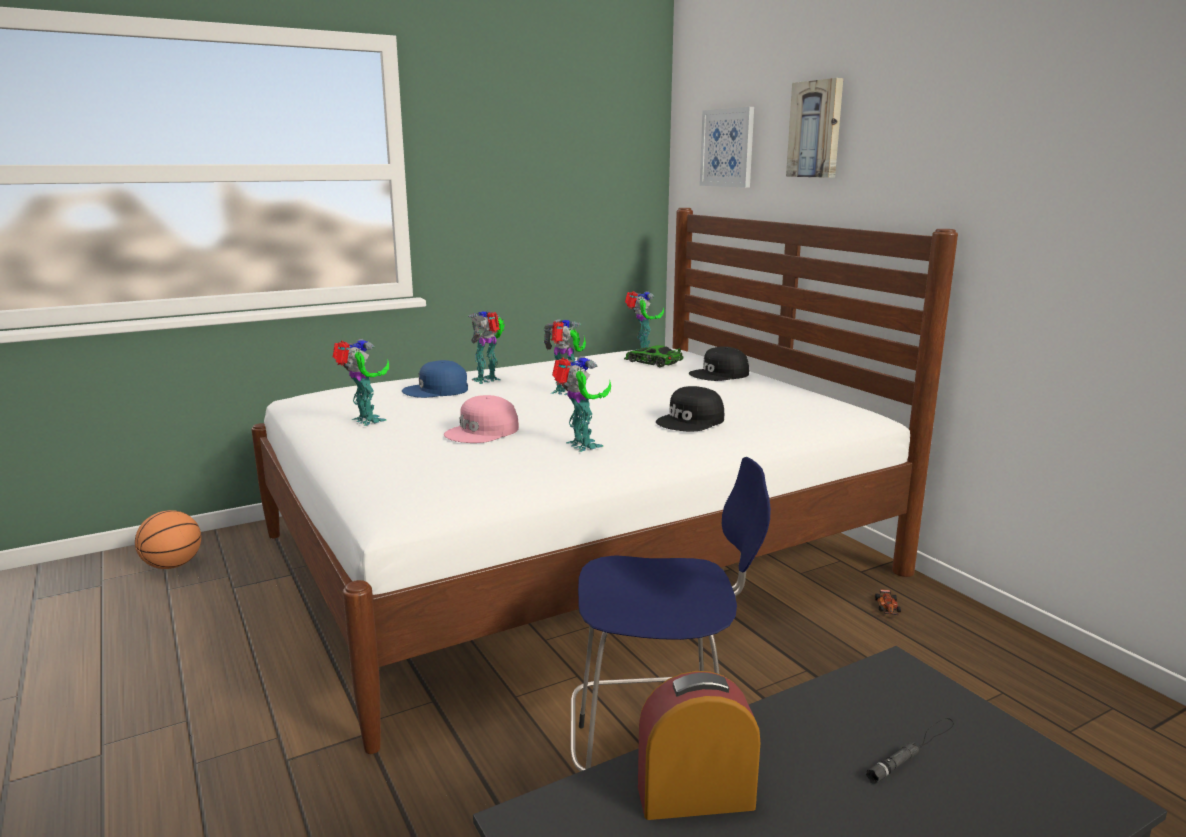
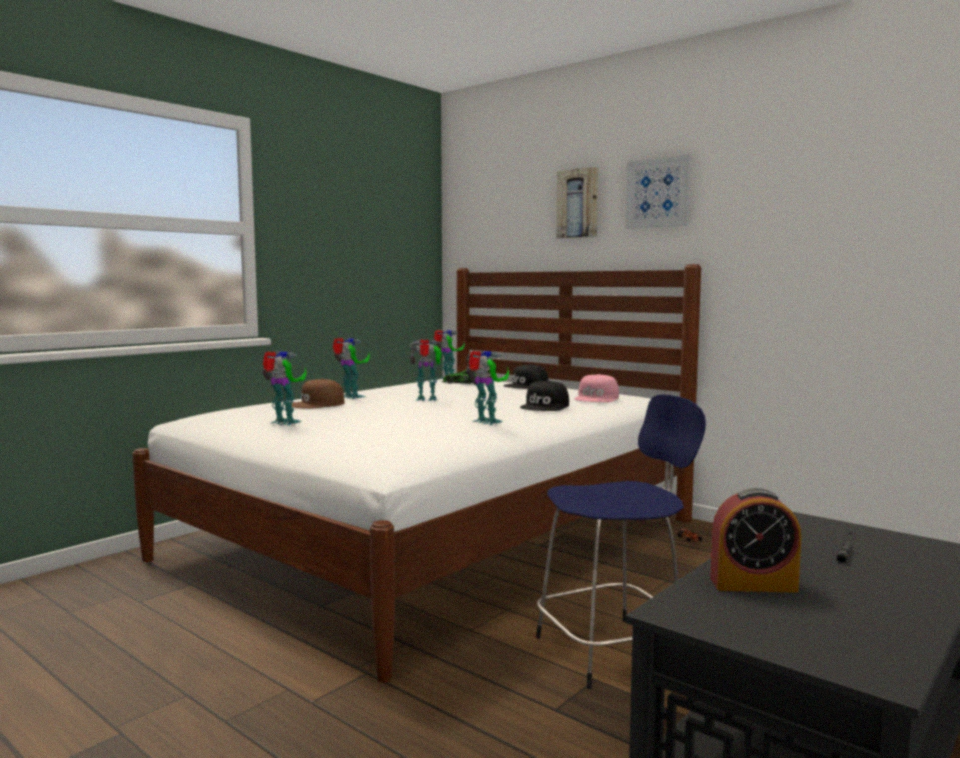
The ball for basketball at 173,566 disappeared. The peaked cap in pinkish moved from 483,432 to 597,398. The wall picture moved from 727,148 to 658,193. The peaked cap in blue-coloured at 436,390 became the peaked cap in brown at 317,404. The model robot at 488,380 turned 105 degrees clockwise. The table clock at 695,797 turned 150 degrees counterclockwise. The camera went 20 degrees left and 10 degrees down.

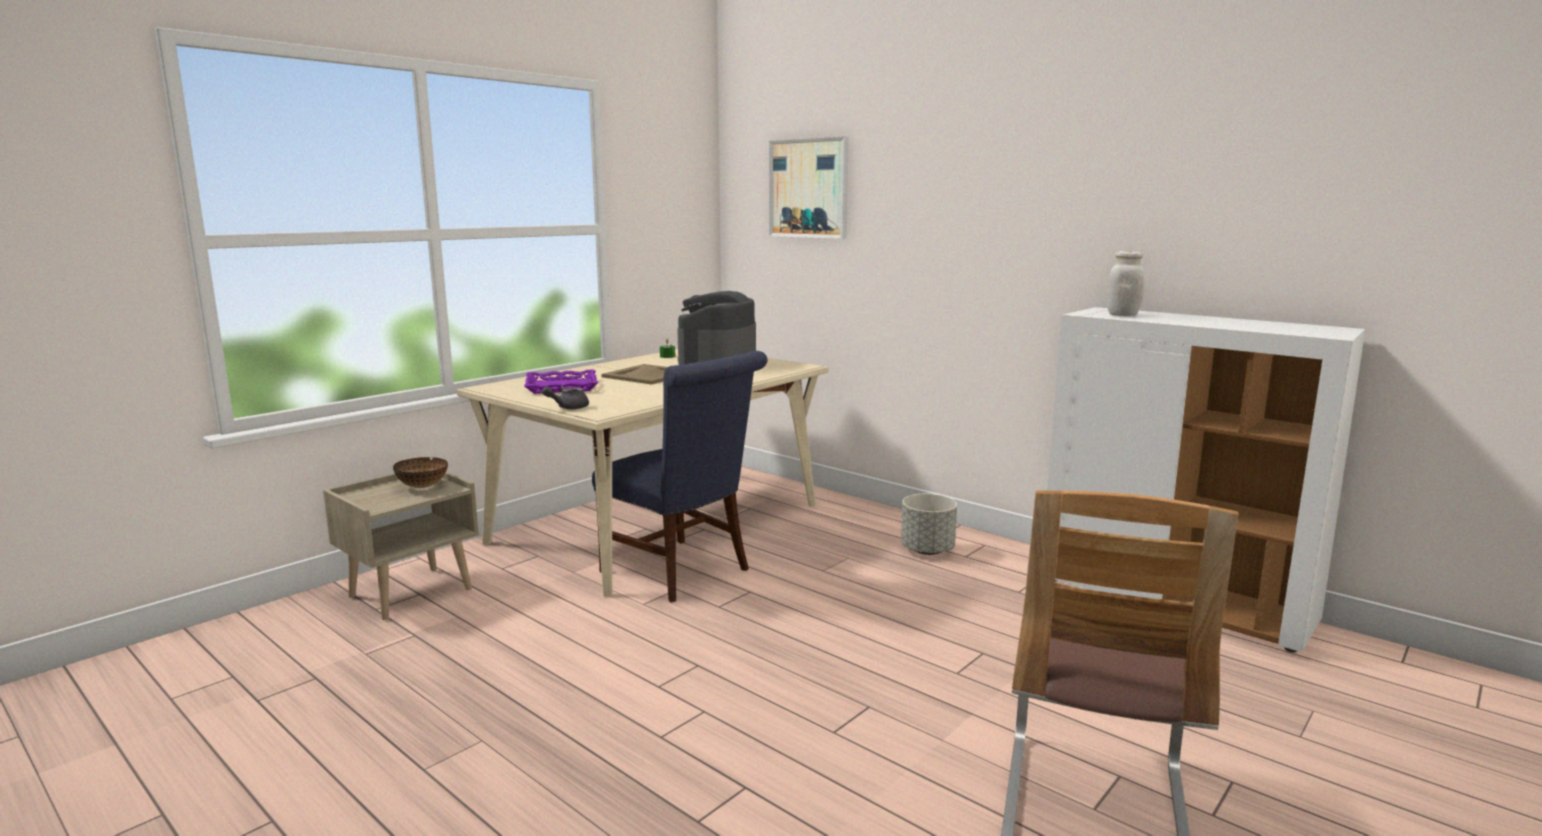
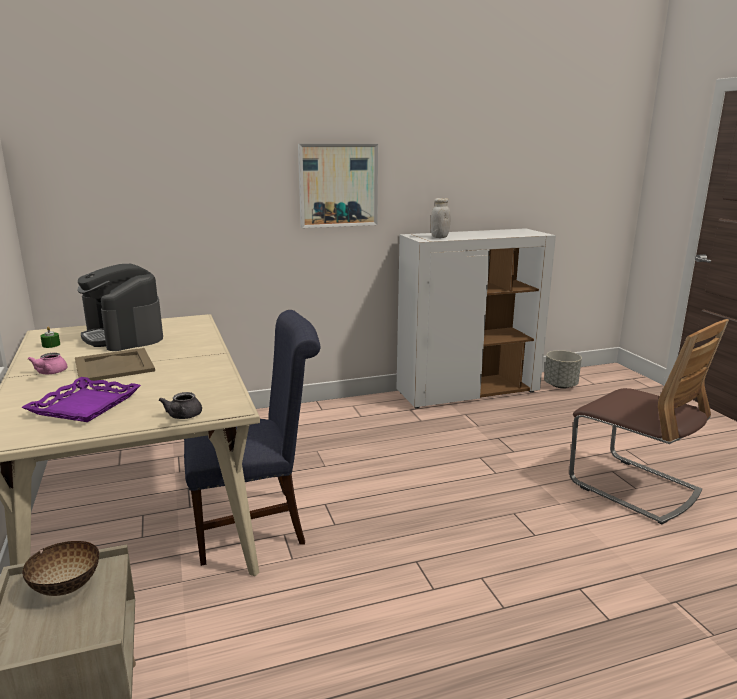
The teapot in pinkish at 49,373 appeared. The wall picture moved from 809,188 to 338,185. The planter in grey moved from 927,550 to 560,385. The camera went 60 degrees left and 5 degrees up.

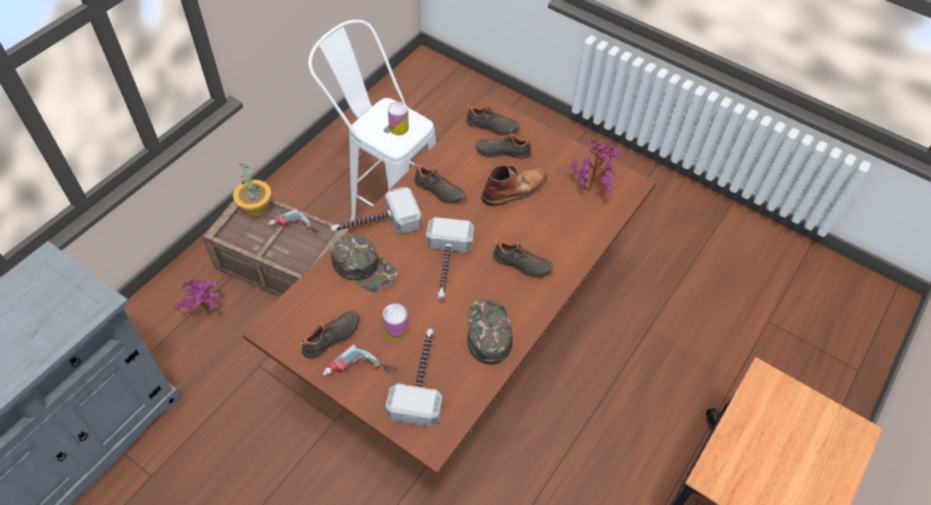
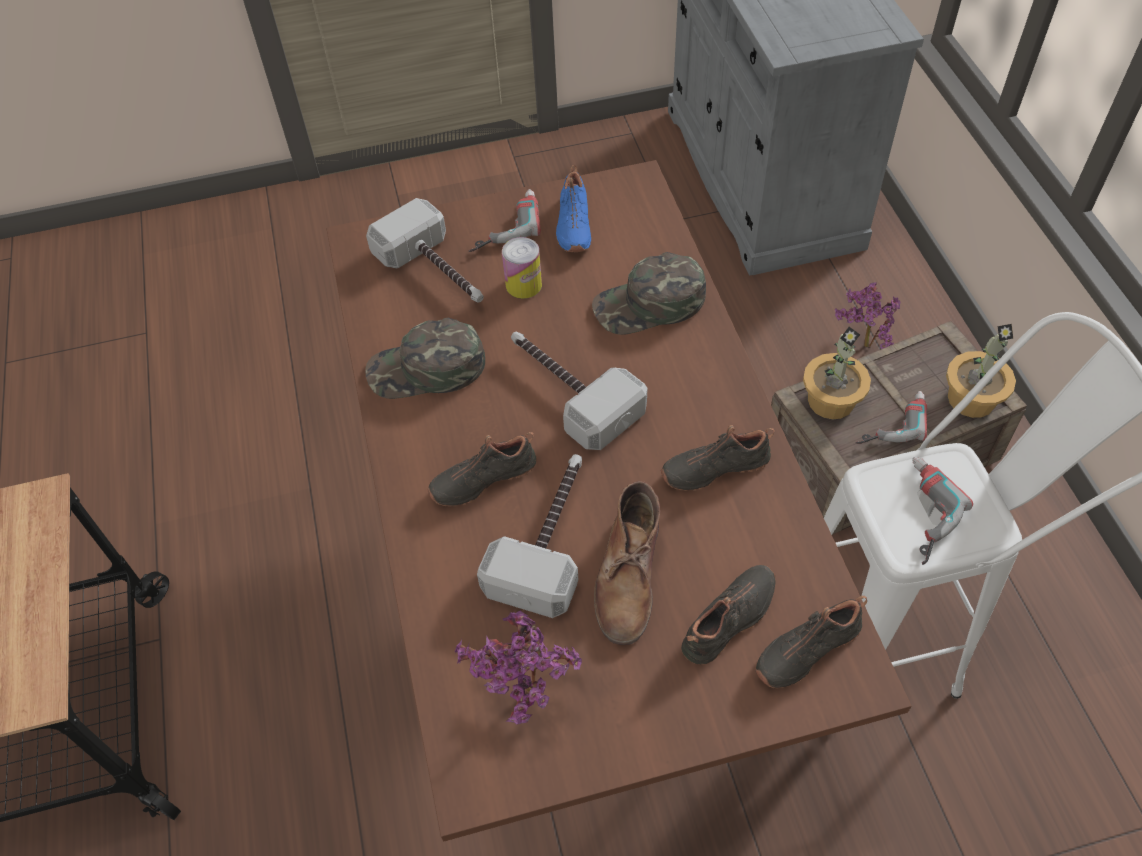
The plant in a pot at 831,400 appeared. The tool hammer moved from 375,224 to 550,537. The can at 398,127 was replaced by the electric drill at 918,512. The low shoe in black at 332,338 became the low shoe in blue-coloured at 572,226. The peaked cap in green-coloured at 488,332 turned 135 degrees clockwise. The camera went 135 degrees right and 0 degrees up.

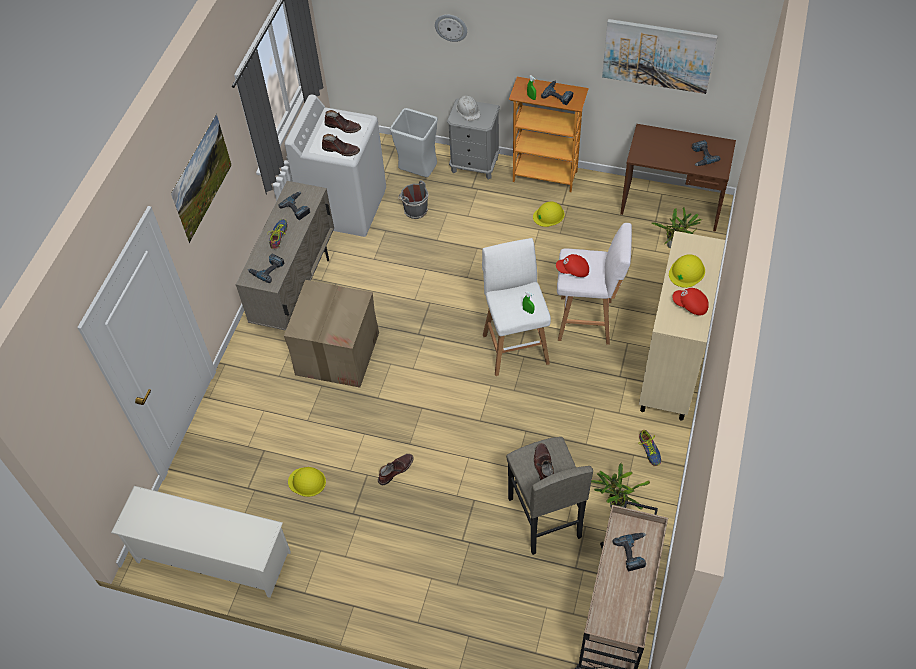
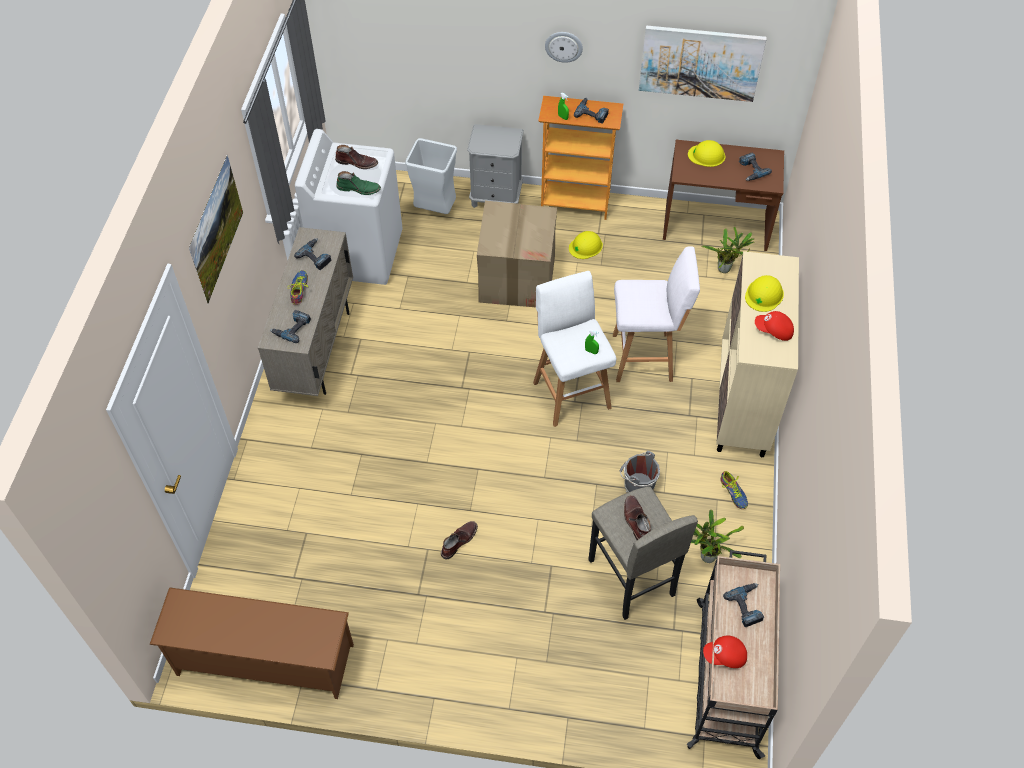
The work helmet in white-coloured at 468,110 disappeared. The cardboard box moved from 337,353 to 517,278. The work helmet in yellow-coloured moved from 307,481 to 706,155. The pail in grey moved from 414,210 to 637,485. The hanging clock moved from 451,27 to 564,46. The peaked cap in red moved from 573,271 to 725,656. The shoe stand in white-coloured at 212,557 became the shoe stand in brown at 264,660. The tall boot in brown at 341,150 became the tall boot in green-coloured at 359,188. The camera went 10 degrees left and 0 degrees up.

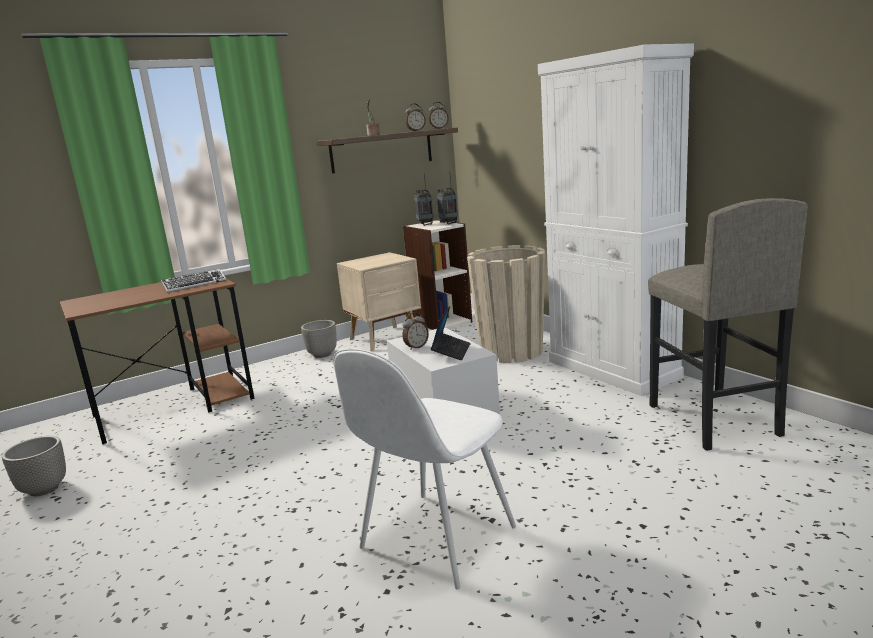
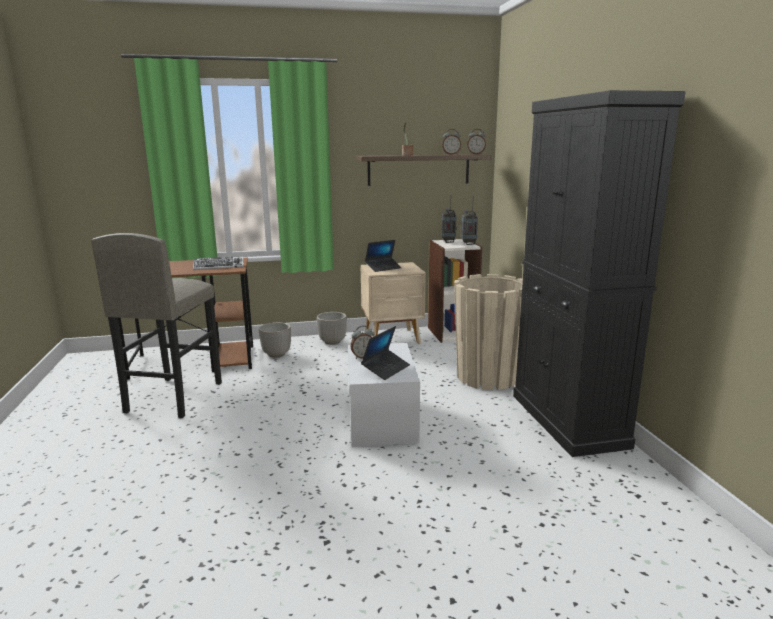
The plain chair in white-coloured at 435,540 disappeared. The laptop at 383,268 appeared. The planter moved from 44,489 to 276,354. The stool seat in grey moved from 712,420 to 173,397. The storage cabinet in white-coloured at 613,369 became the storage cabinet in black at 568,420. The camera went 20 degrees right and 0 degrees up.

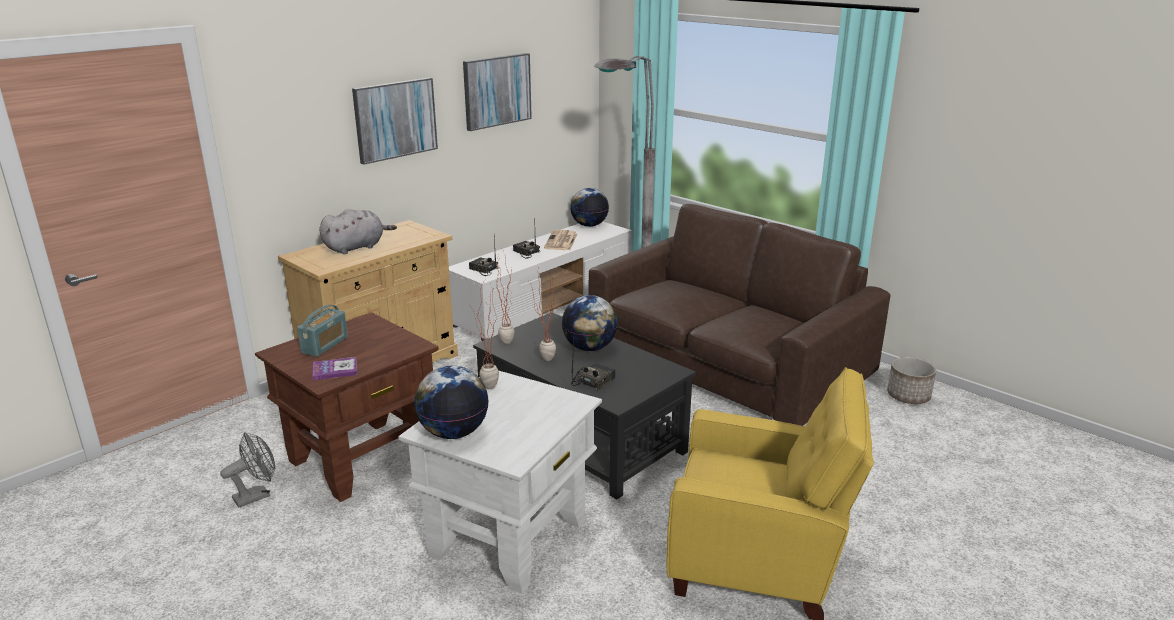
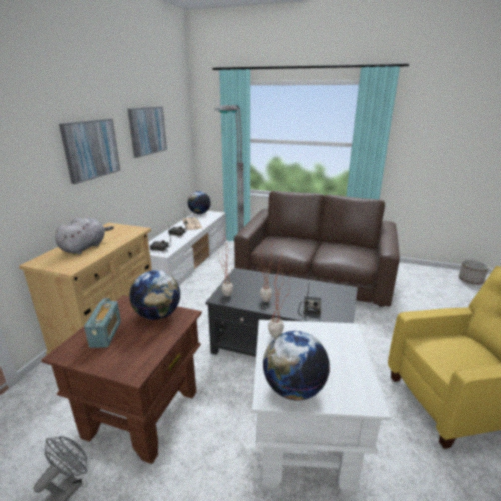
The book at 335,370 disappeared. The globe moved from 589,348 to 157,315. The planter moved from 908,396 to 470,280. The camera went 25 degrees left and 0 degrees up.

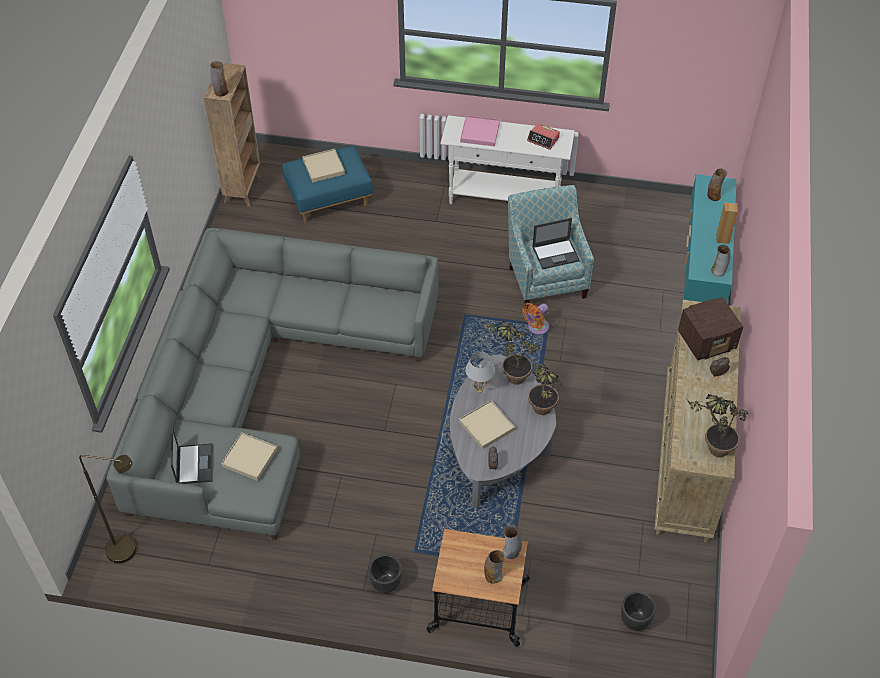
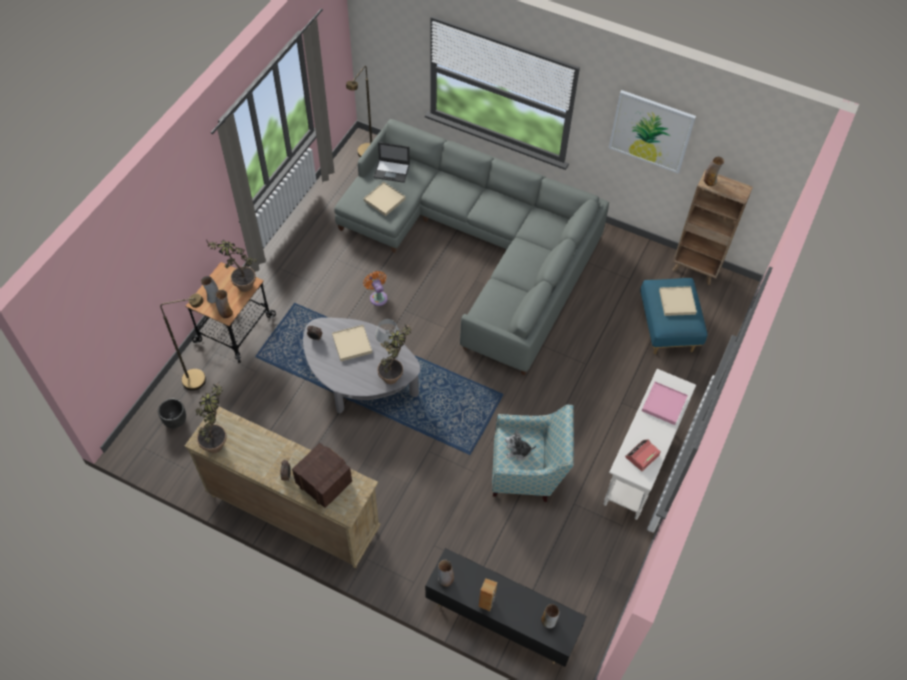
The planter in black at 385,583 disappeared. The floor lamp in brown at 200,378 appeared. The wall picture at 651,131 appeared. The electric fan in orange moved from 536,328 to 377,297. The plant in a pot moved from 542,413 to 240,284. The laptop at 556,253 was replaced by the cuddly toy at 518,451. The media console in turquoise at 703,266 became the media console in black at 501,620. The radio at 707,341 turned 135 degrees clockwise. The camera went 105 degrees right and 5 degrees up.

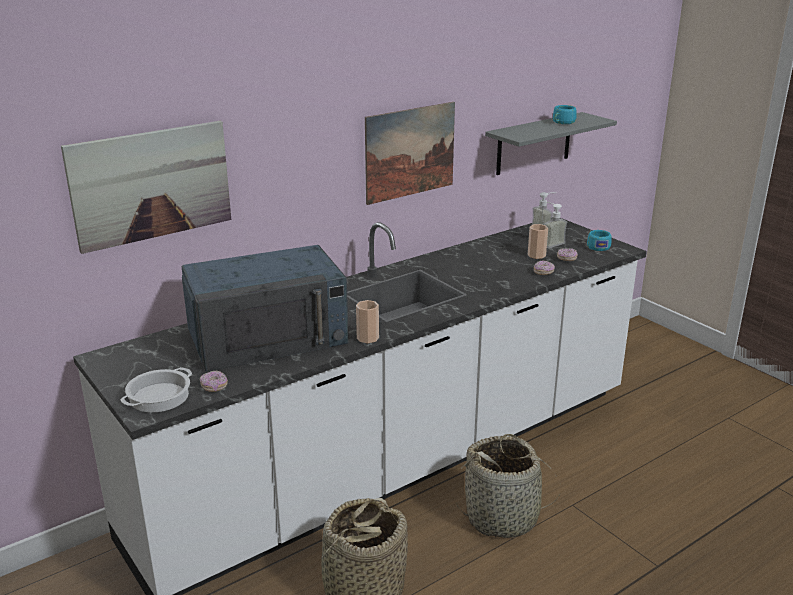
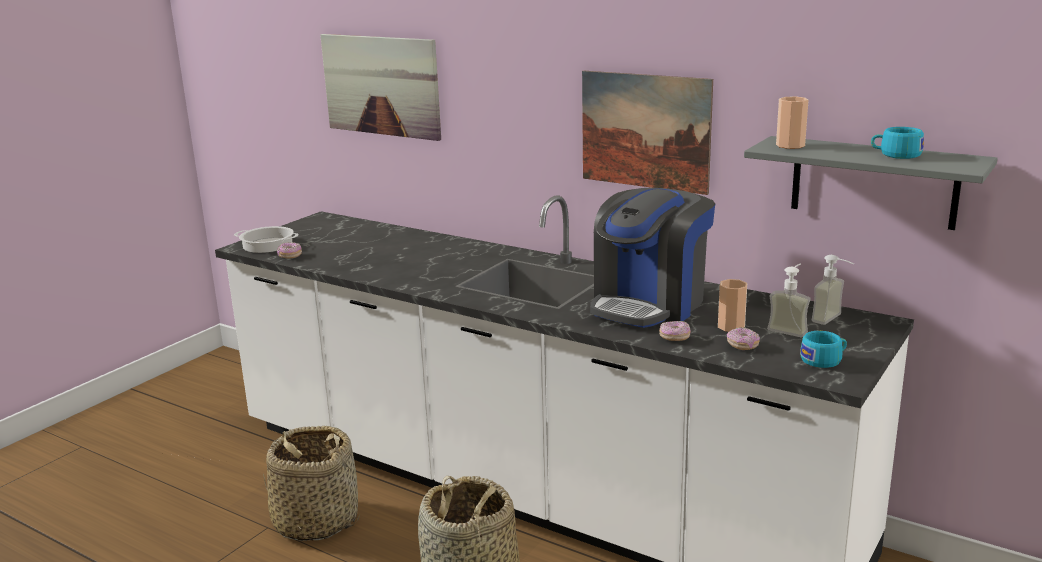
The kitchen microwave in blue-coloured at 269,336 disappeared. The coffee machine at 649,304 appeared. The cup moved from 367,338 to 790,145. The camera went 70 degrees right and 5 degrees down.

